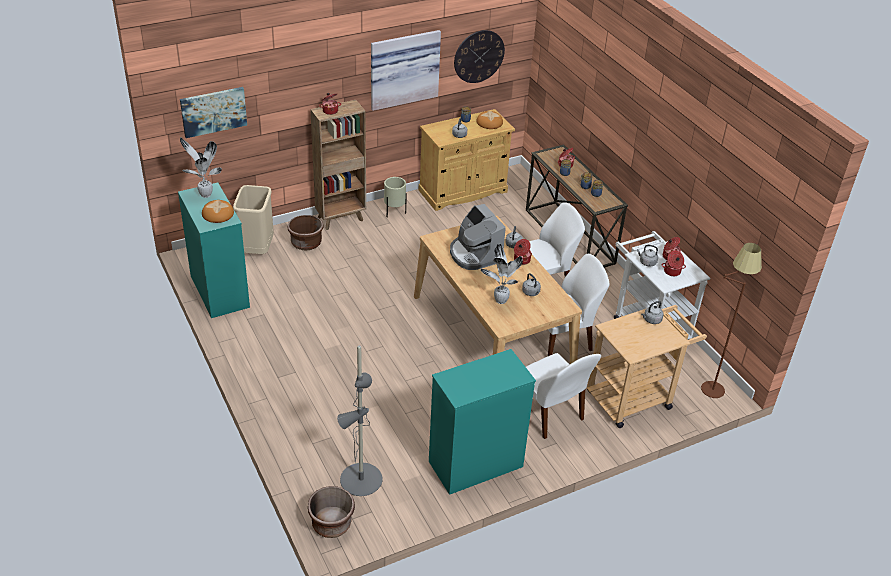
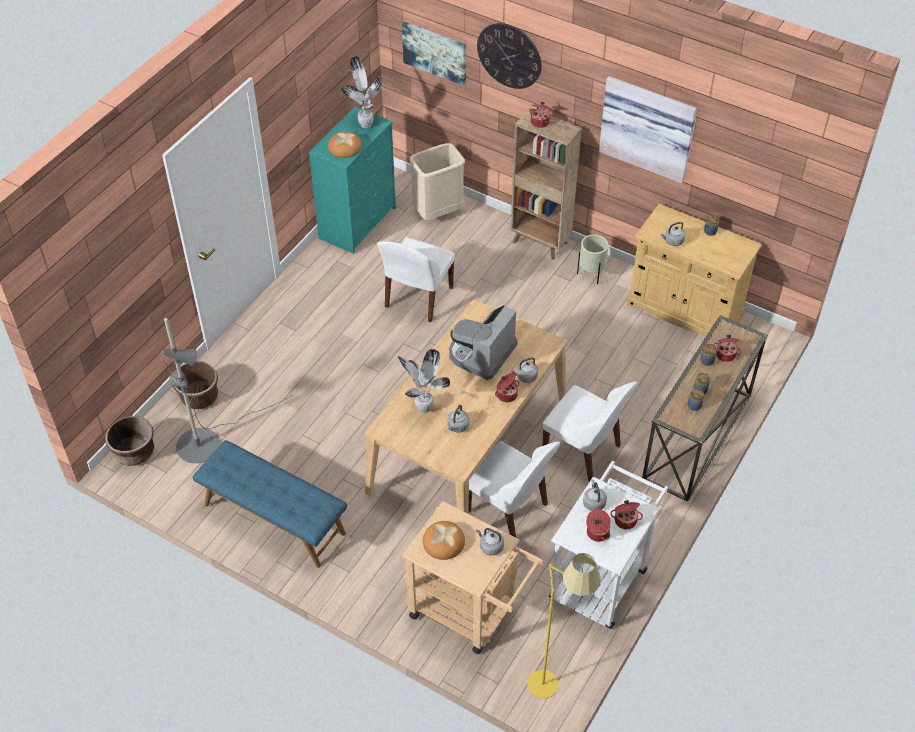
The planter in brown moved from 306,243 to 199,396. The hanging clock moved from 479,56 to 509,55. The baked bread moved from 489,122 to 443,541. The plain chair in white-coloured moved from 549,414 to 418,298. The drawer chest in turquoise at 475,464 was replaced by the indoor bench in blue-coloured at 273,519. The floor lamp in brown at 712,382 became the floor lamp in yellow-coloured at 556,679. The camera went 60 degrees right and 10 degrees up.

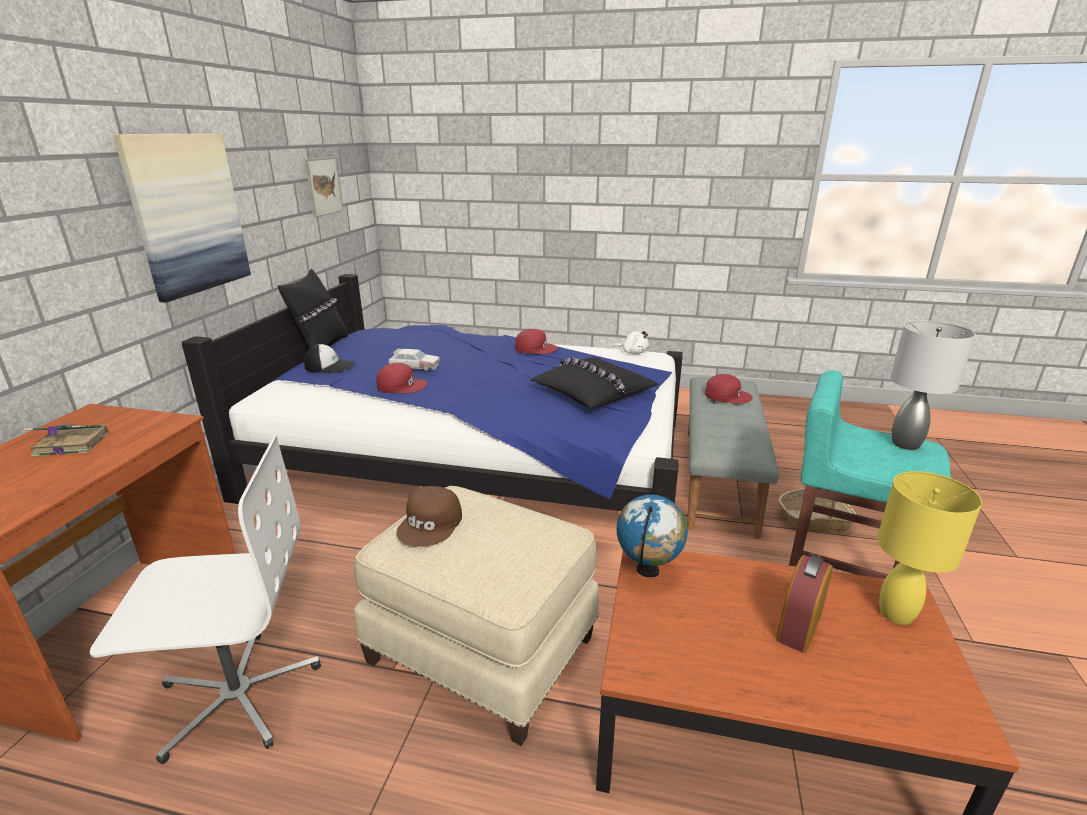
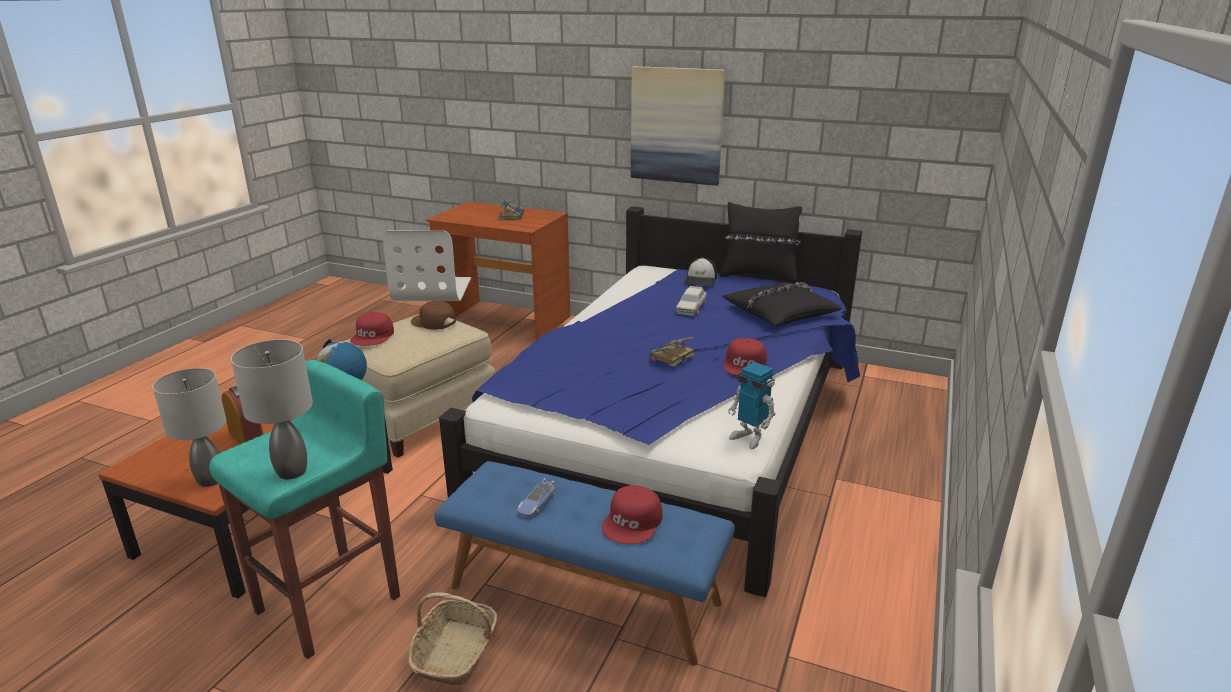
The wall picture at 324,186 disappeared. The miniature car at 537,503 appeared. The book at 671,357 appeared. The peaked cap in red moved from 401,385 to 373,336. The cushion in black moved from 592,393 to 779,313. The cuddly toy in white-coloured at 633,352 was replaced by the model robot at 749,438. The indoor bench in grey at 717,478 became the indoor bench in blue-coloured at 585,593. The tabletop lamp in yellow-coloured at 895,614 became the tabletop lamp in grey at 210,479. The camera went 100 degrees right and 0 degrees up.

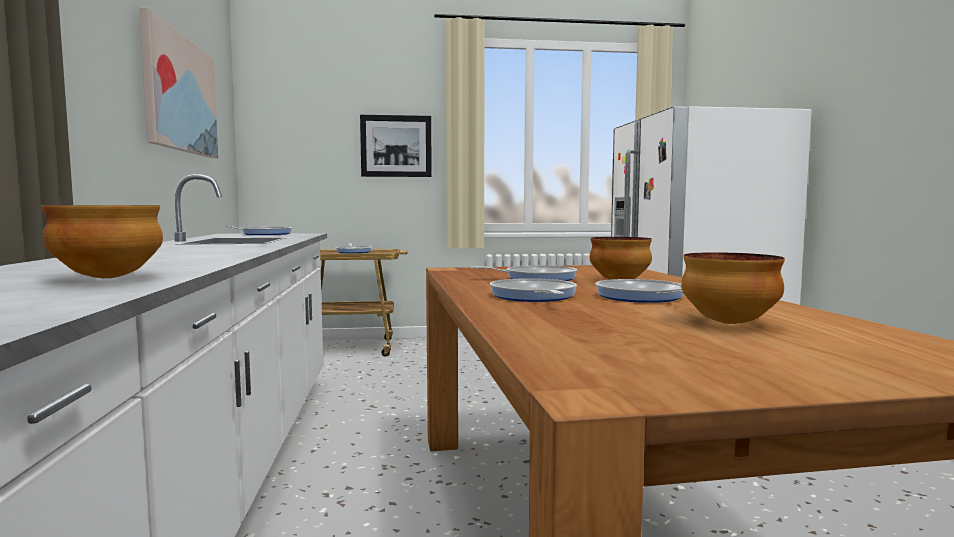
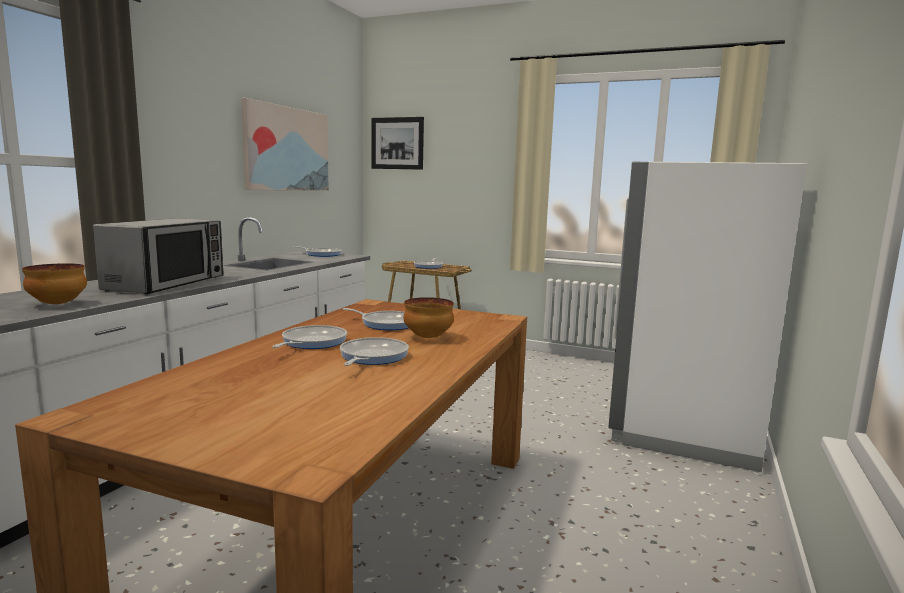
The bowl at 728,323 disappeared. The kitchen microwave at 167,283 appeared. The wall picture moved from 396,146 to 397,143. The camera went 30 degrees right and 5 degrees up.

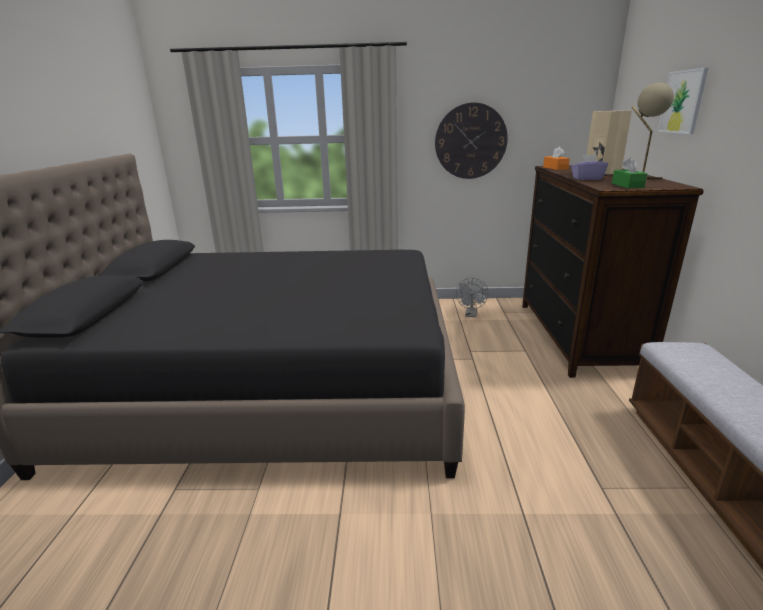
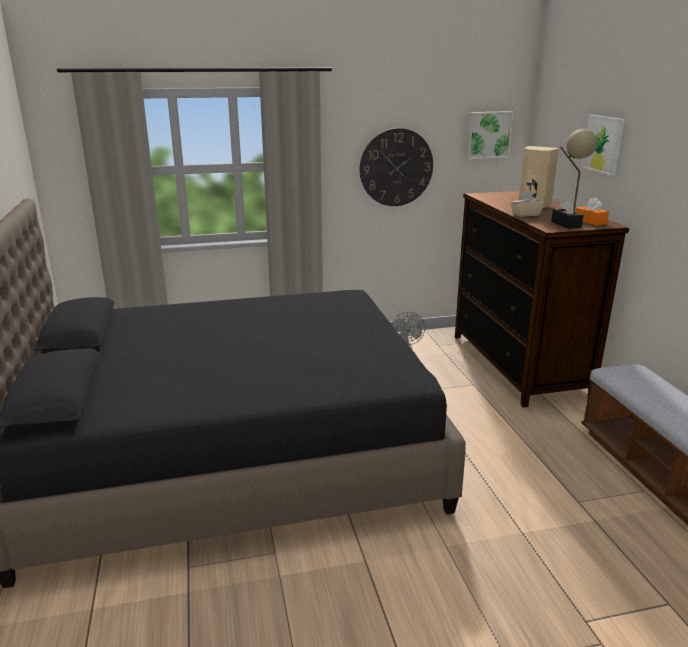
The wall picture at 488,135 appeared. The tissue box in orange moved from 555,168 to 590,221. The tissue box in purple at 587,178 became the tissue box in beige at 525,214. The tissue box in green-coloured at 627,185 became the tissue box in black at 566,224. The camera went 15 degrees left and 0 degrees up.

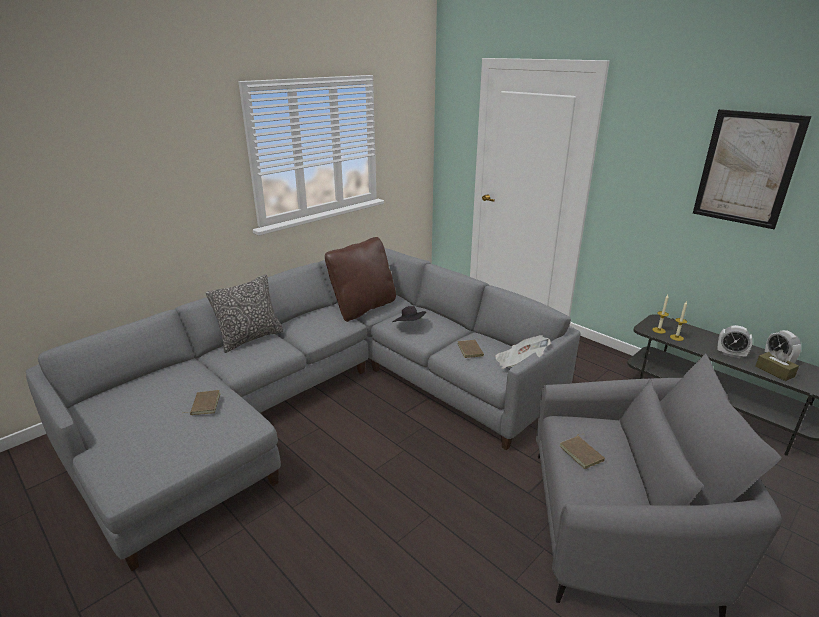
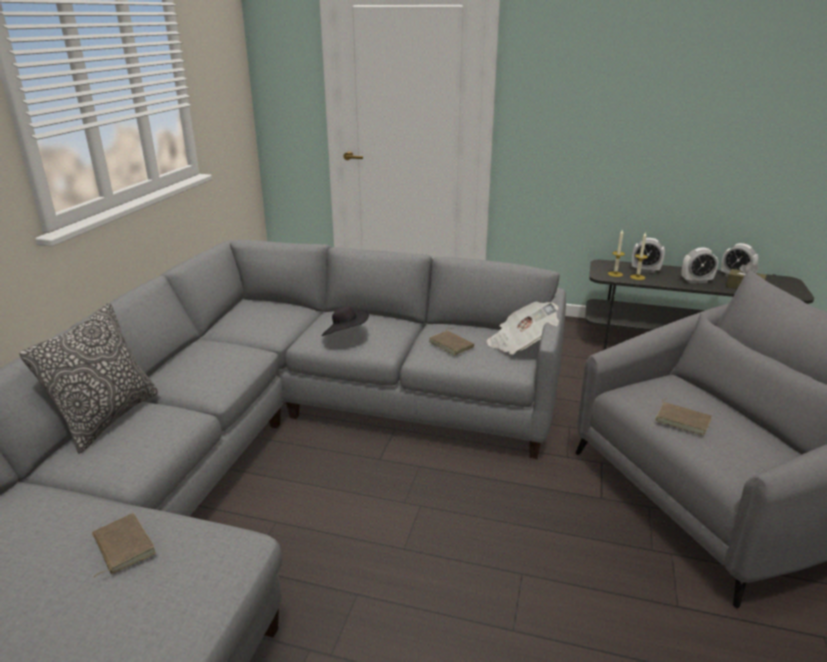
The cushion in brown at 363,308 disappeared. The wall picture at 747,169 disappeared. The table clock at 645,270 appeared. The camera went 30 degrees left and 0 degrees up.

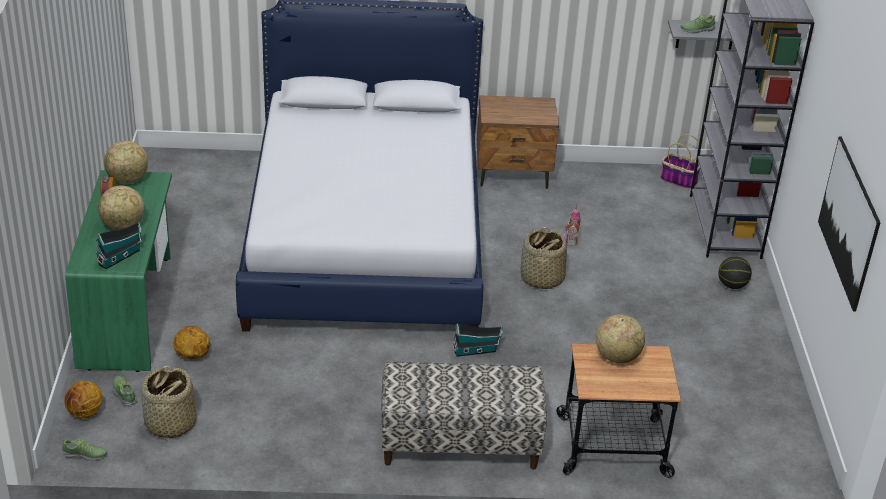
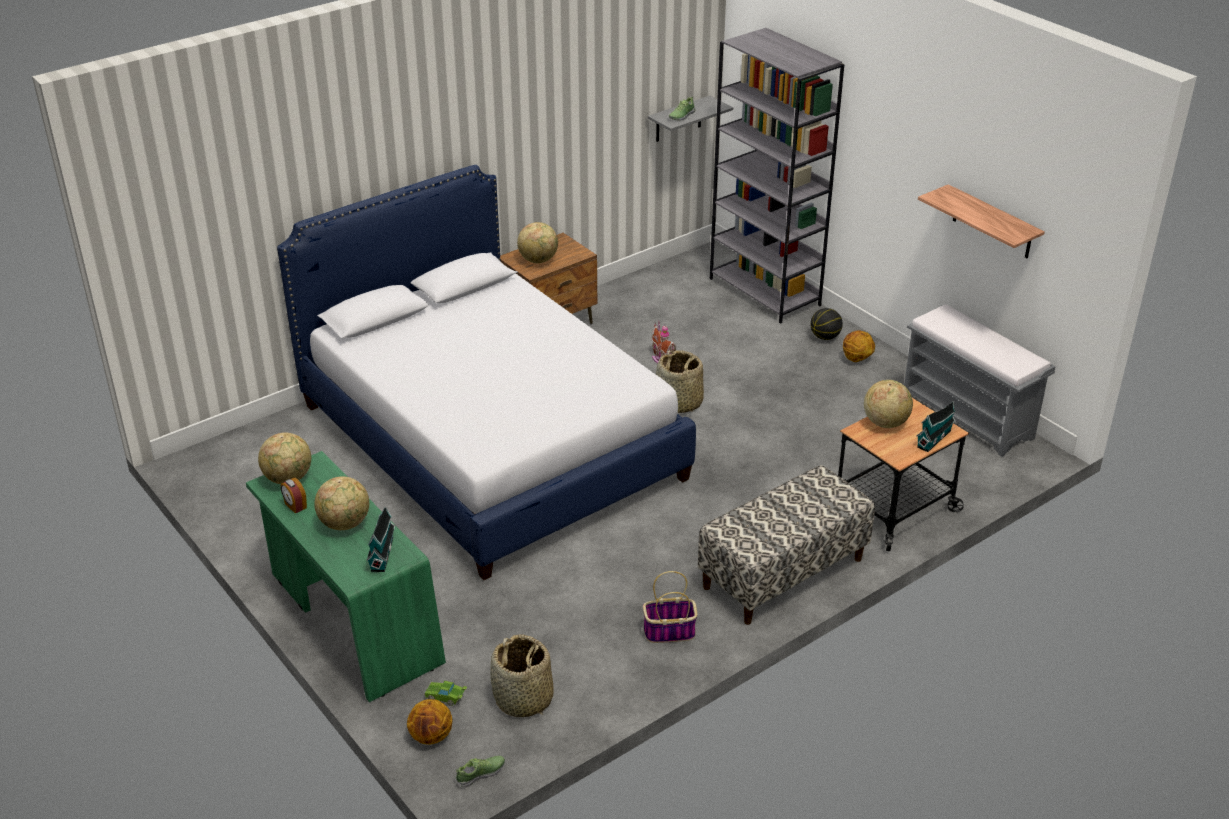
The globe at 538,260 appeared. The indoor bench in grey at 968,416 appeared. The ball for basketball moved from 192,356 to 856,359. The model house moved from 476,350 to 935,438. The storage basket moved from 677,180 to 668,632. The low shoe at 124,394 was replaced by the miniature car in green-coloured at 446,697. The wall picture at 848,222 was replaced by the wall shelf at 992,223. The camera went 35 degrees left and 0 degrees up.

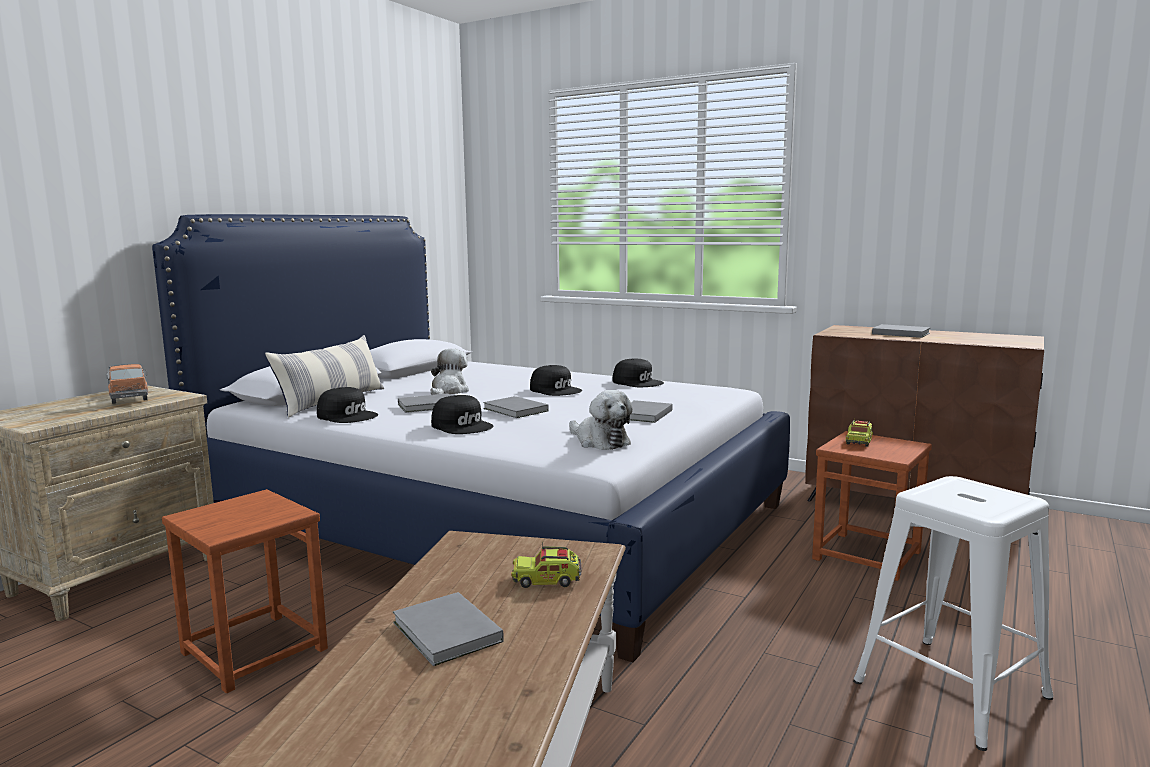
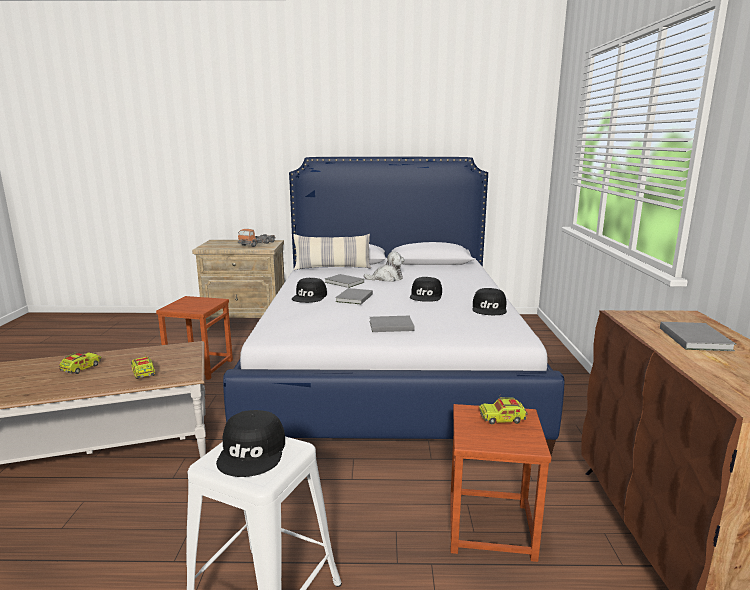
The cuddly toy at 599,441 disappeared. The peaked cap in black moved from 348,415 to 253,452. The book in grey at 446,634 was replaced by the toy lorry at 81,368. The camera went 60 degrees right and 5 degrees up.

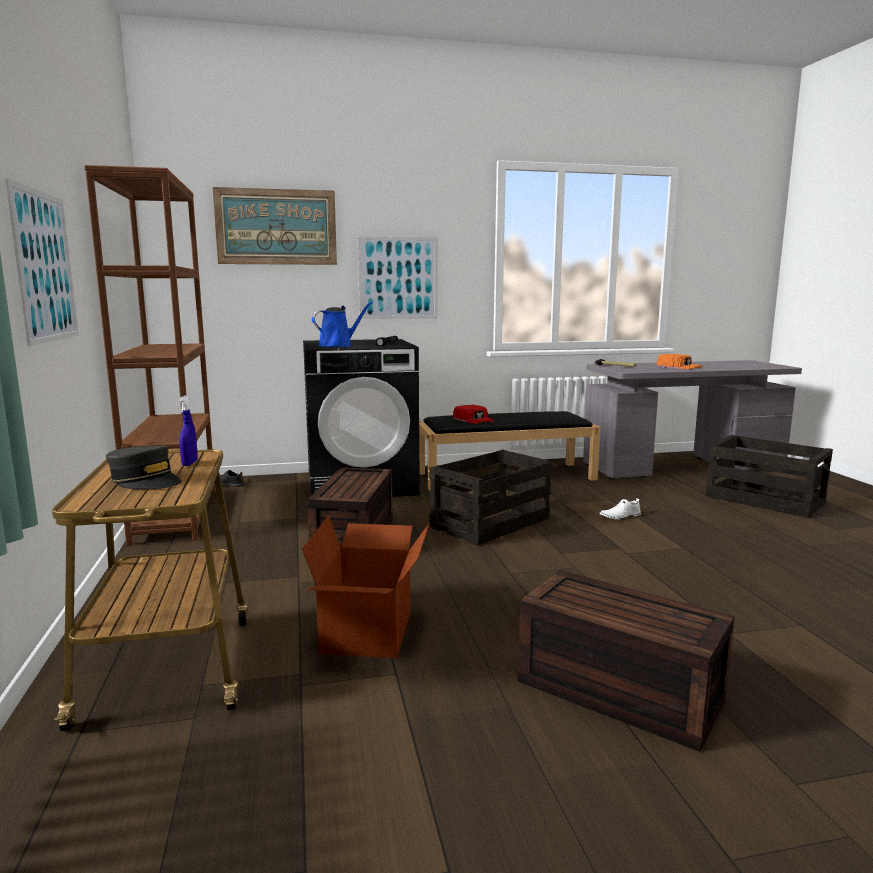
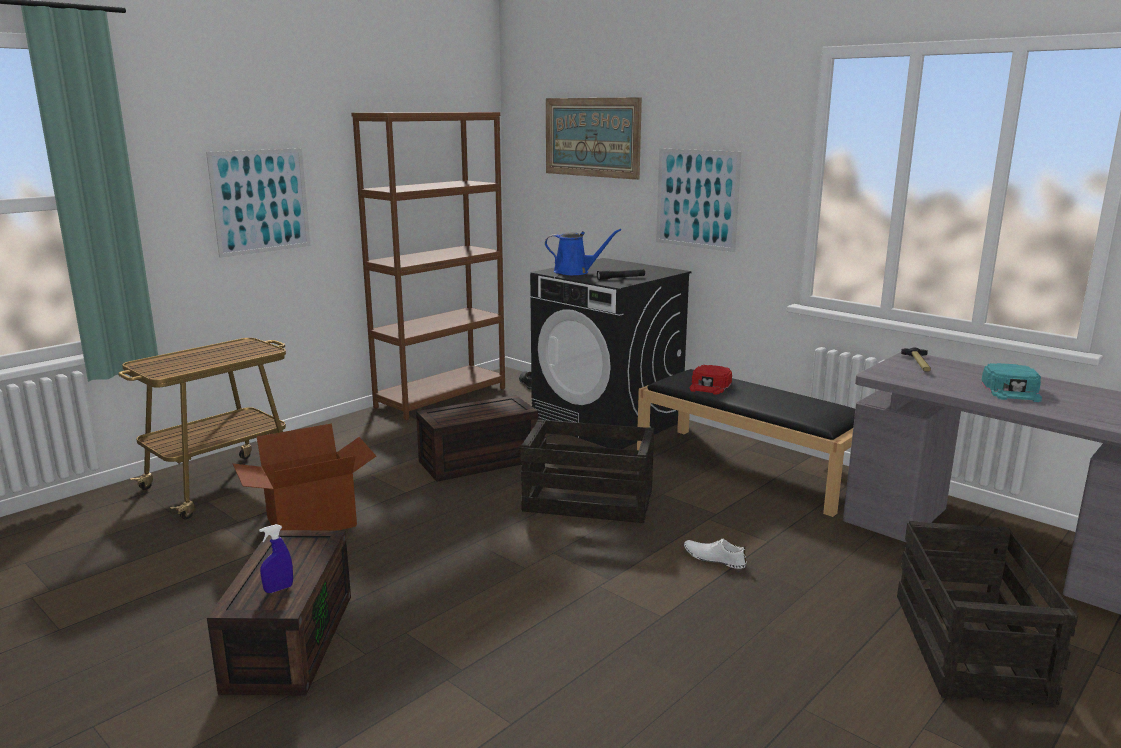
The peaked cap in grey at 145,481 disappeared. The sprayer in blue-coloured moved from 190,463 to 278,589. The peaked cap in orange at 679,366 became the peaked cap in turquoise at 1012,390. The camera went 55 degrees right and 5 degrees up.

